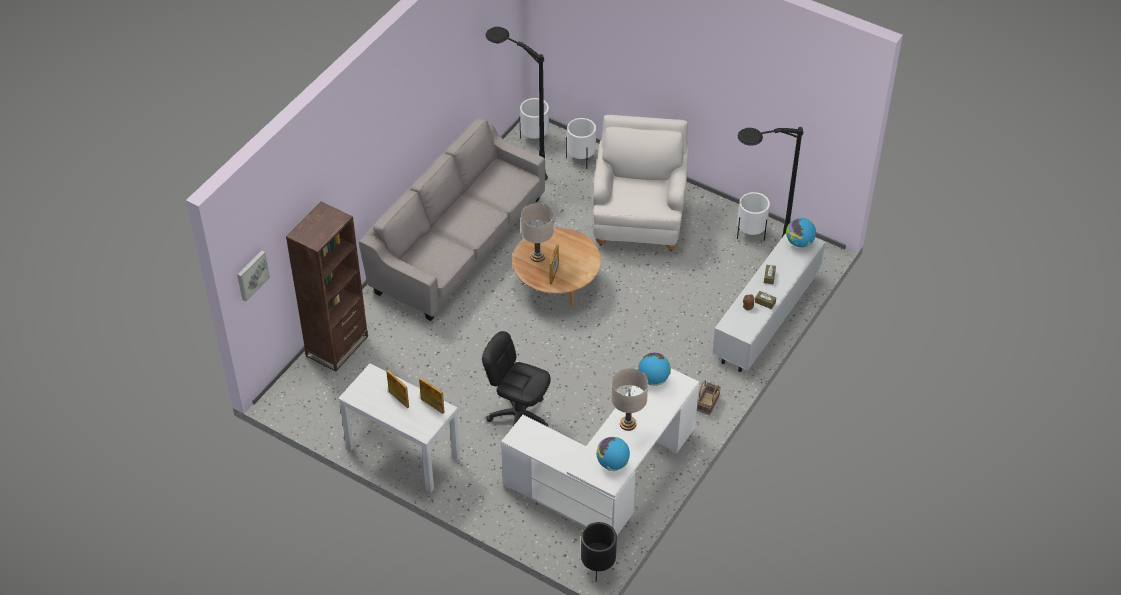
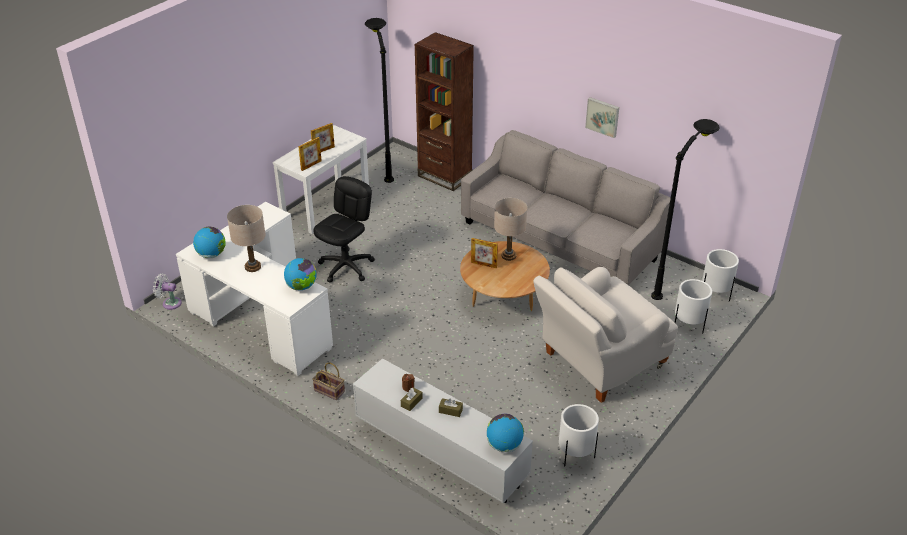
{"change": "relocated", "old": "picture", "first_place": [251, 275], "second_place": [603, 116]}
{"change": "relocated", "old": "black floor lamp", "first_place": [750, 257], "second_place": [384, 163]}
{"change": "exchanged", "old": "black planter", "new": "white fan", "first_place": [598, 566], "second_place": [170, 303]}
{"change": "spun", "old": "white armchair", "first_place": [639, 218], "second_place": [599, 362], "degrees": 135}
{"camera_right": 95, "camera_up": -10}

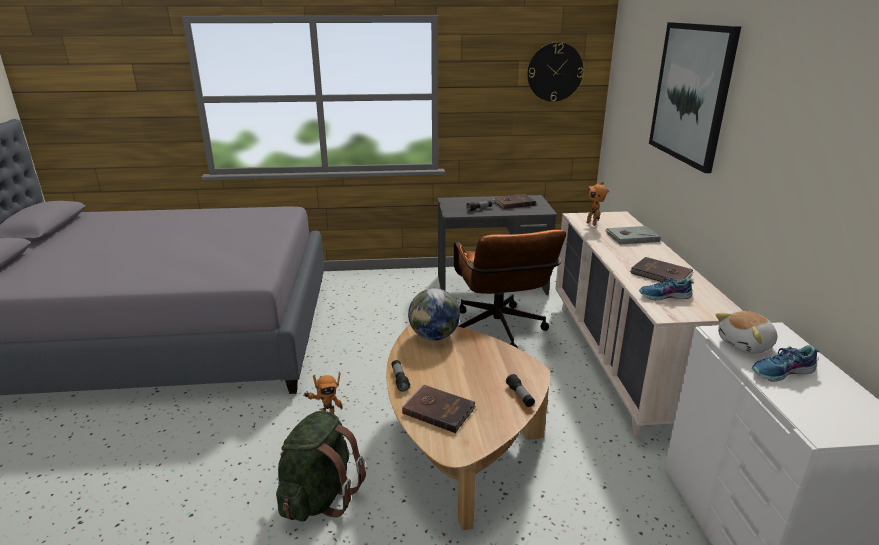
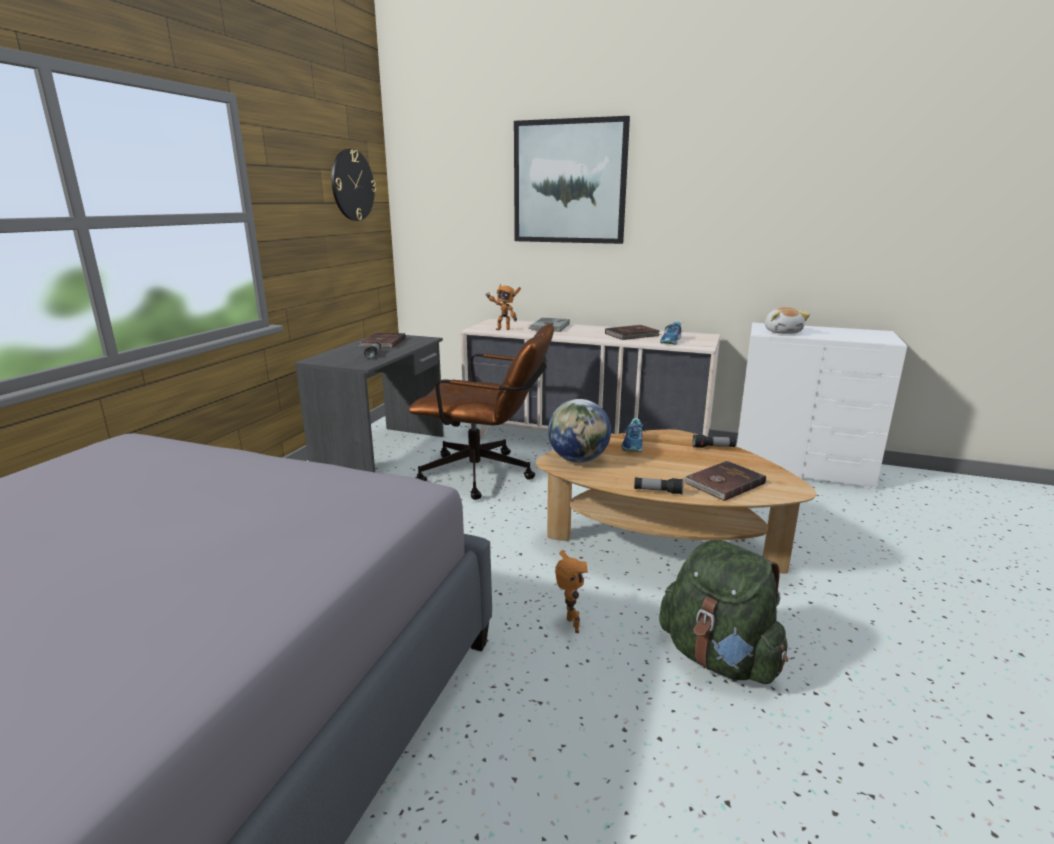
{"change": "relocated", "old": "shoe", "first_place": [782, 372], "second_place": [633, 444]}
{"camera_right": -65, "camera_up": -5}

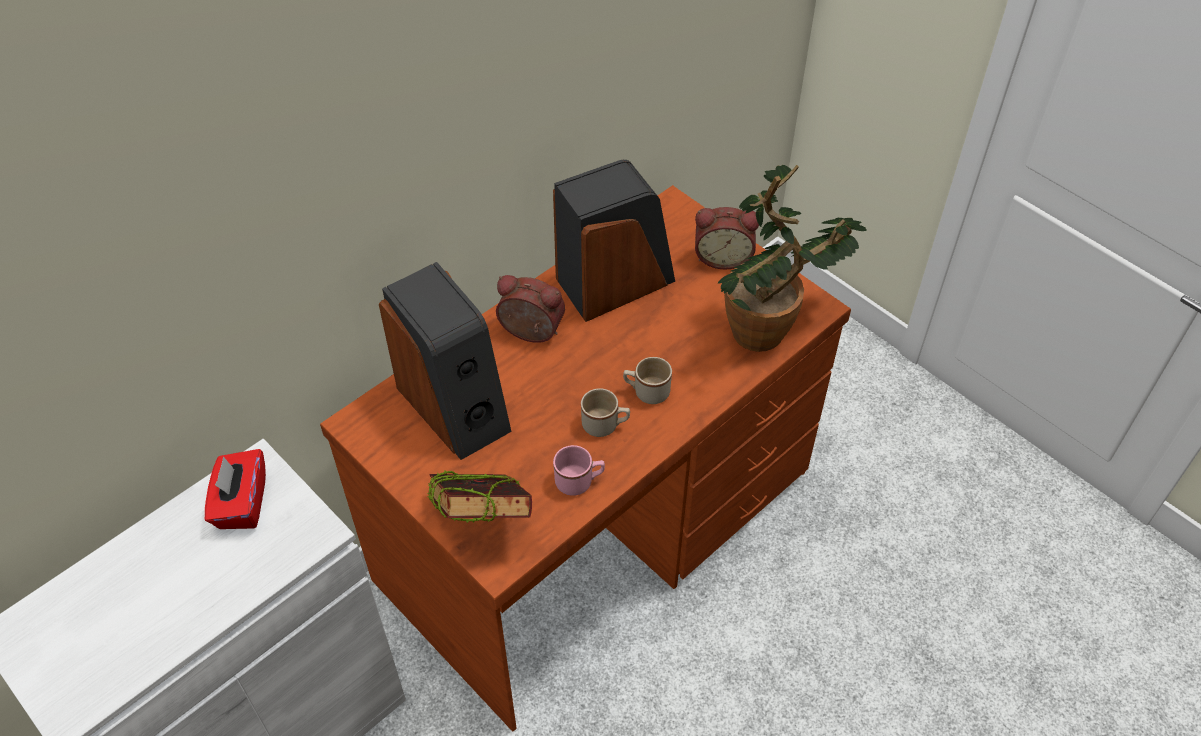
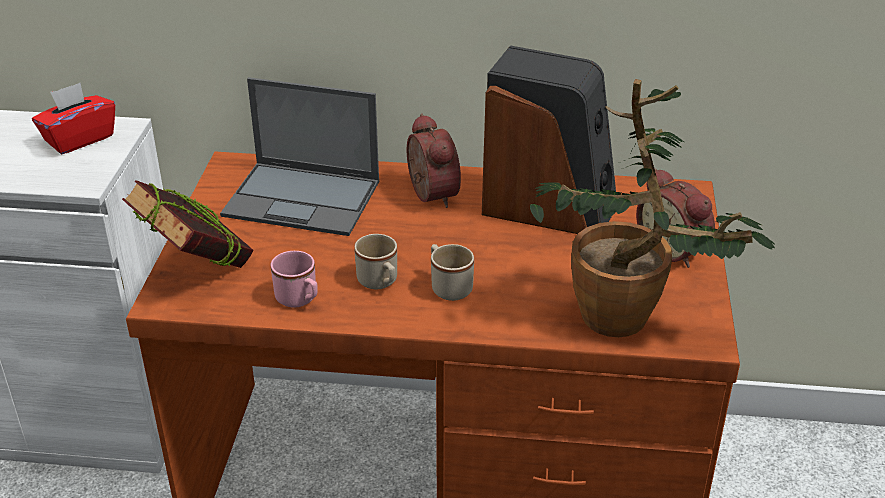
{"change": "exchanged", "old": "speaker", "new": "laptop", "first_place": [455, 406], "second_place": [304, 199]}
{"camera_right": 50, "camera_up": -15}

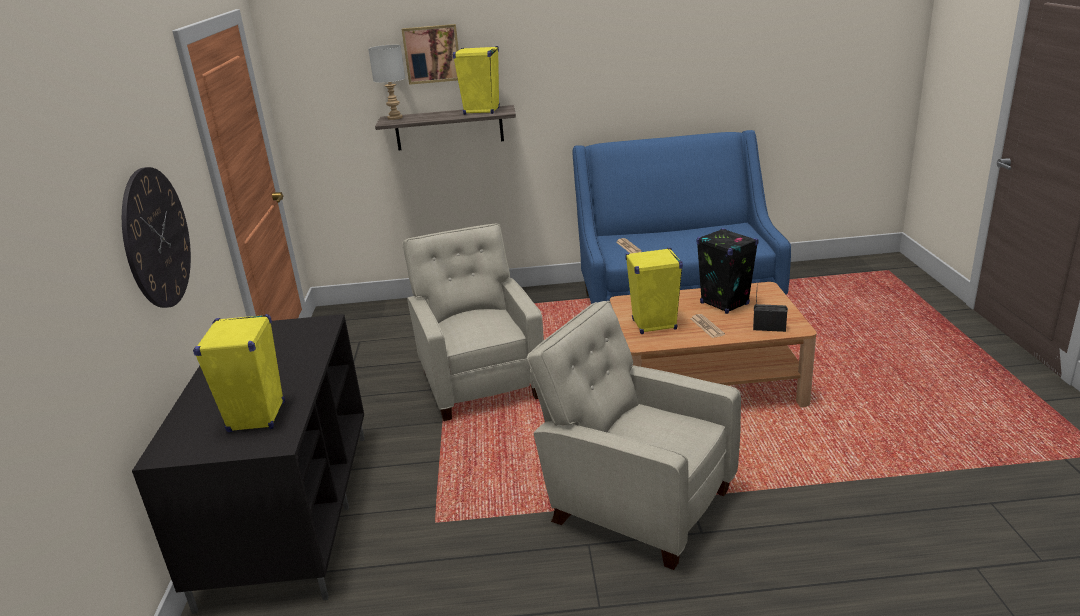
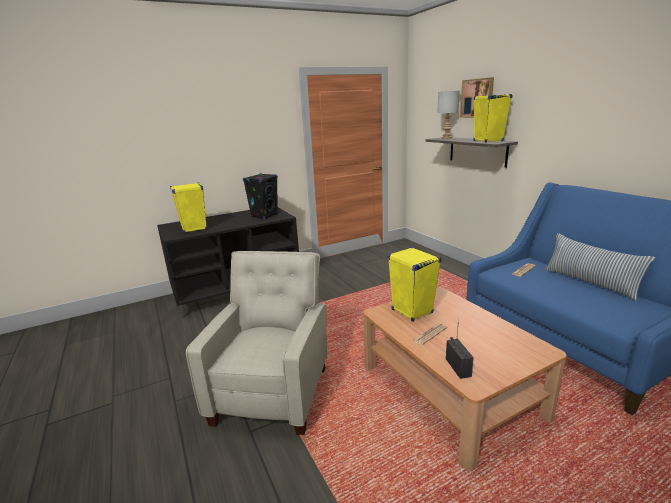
{"change": "missing", "old": "wall clock", "first_place": [156, 238]}
{"change": "missing", "old": "beige armchair", "first_place": [480, 381]}
{"change": "appeared", "new": "pillow", "second_place": [589, 282]}
{"change": "relocated", "old": "black speaker", "first_place": [724, 303], "second_place": [264, 216]}
{"camera_right": 65, "camera_up": -5}

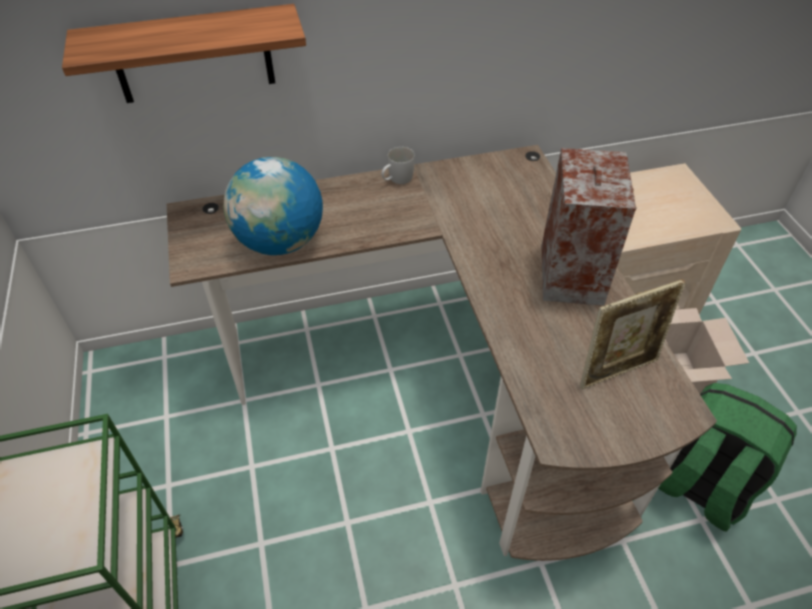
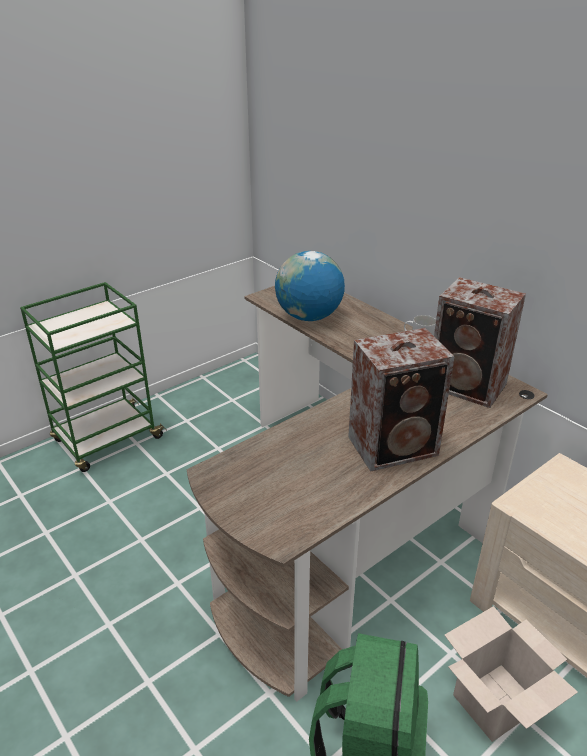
{"change": "missing", "old": "shelf", "first_place": [193, 55]}
{"change": "missing", "old": "picture frame", "first_place": [617, 370]}
{"change": "appeared", "new": "speaker", "second_place": [468, 387]}
{"camera_right": 65, "camera_up": -15}

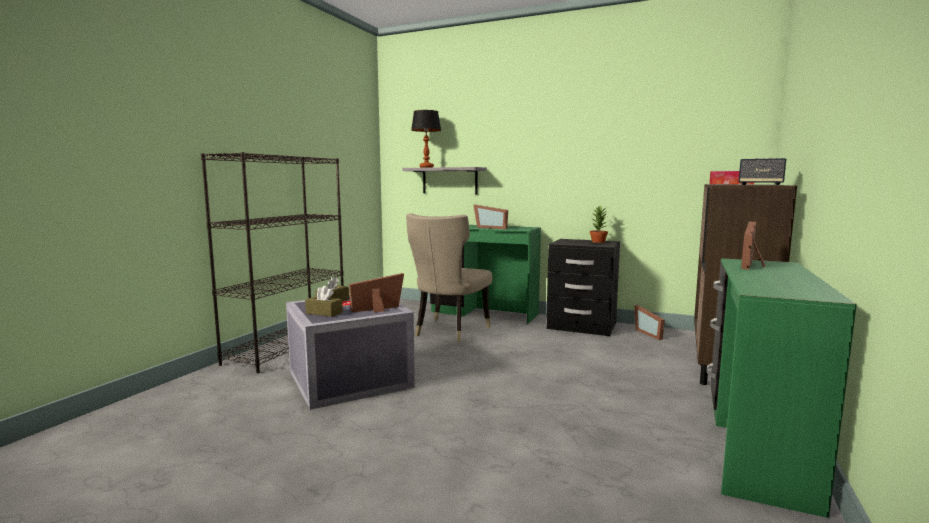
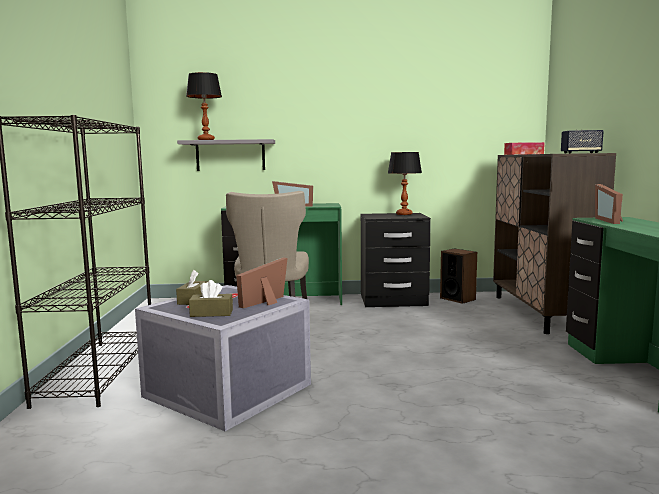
{"change": "exchanged", "old": "potted plant", "new": "table lamp", "first_place": [598, 242], "second_place": [404, 214]}
{"change": "exchanged", "old": "picture frame", "new": "speaker", "first_place": [650, 333], "second_place": [457, 299]}
{"camera_right": -25, "camera_up": 0}

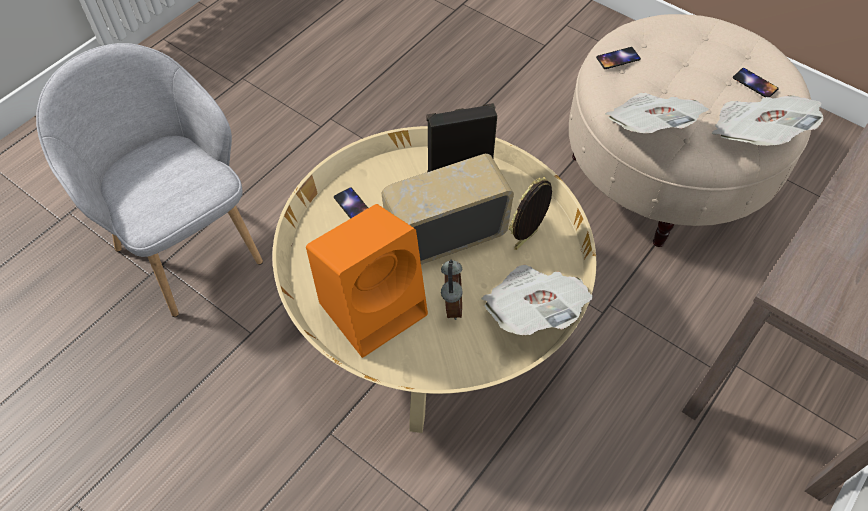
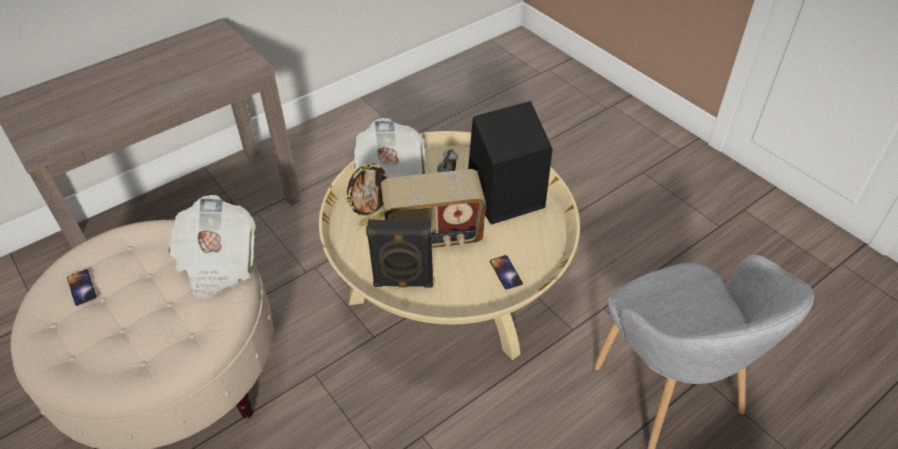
{"change": "missing", "old": "phone", "first_place": [618, 58]}
{"change": "missing", "old": "newspaper", "first_place": [755, 135]}
{"change": "colour", "old": "orange speaker", "new": "black speaker", "first_place": [375, 306], "second_place": [503, 198]}
{"camera_right": -165, "camera_up": -10}

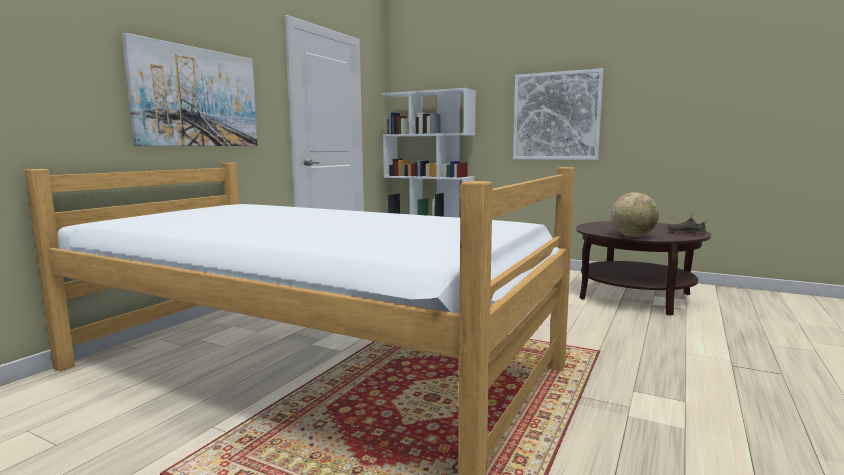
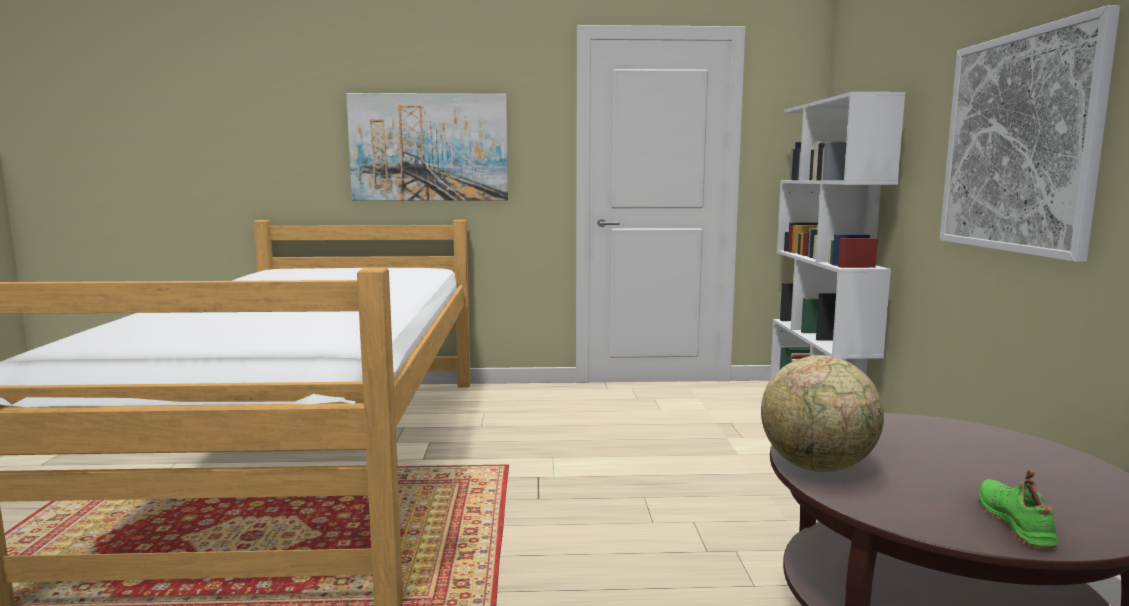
{"change": "colour", "old": "black shoe", "new": "green shoe", "first_place": [685, 232], "second_place": [1017, 523]}
{"camera_right": 60, "camera_up": 0}

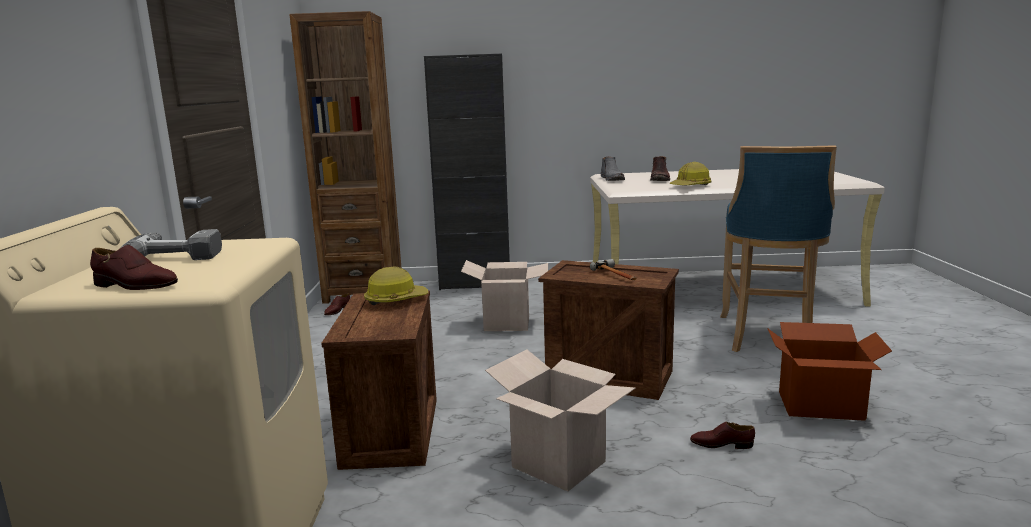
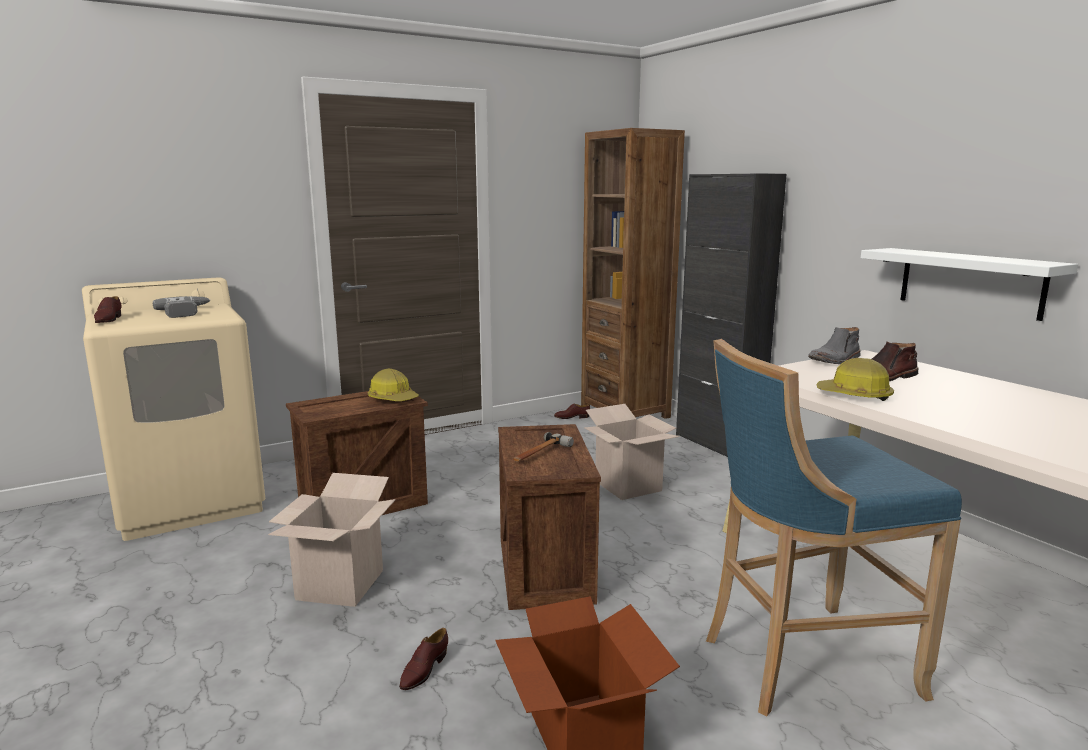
{"change": "appeared", "new": "white shelf", "second_place": [970, 282]}
{"change": "spun", "old": "brown shoe", "first_place": [721, 444], "second_place": [423, 670], "degrees": -135}
{"camera_right": 60, "camera_up": 0}

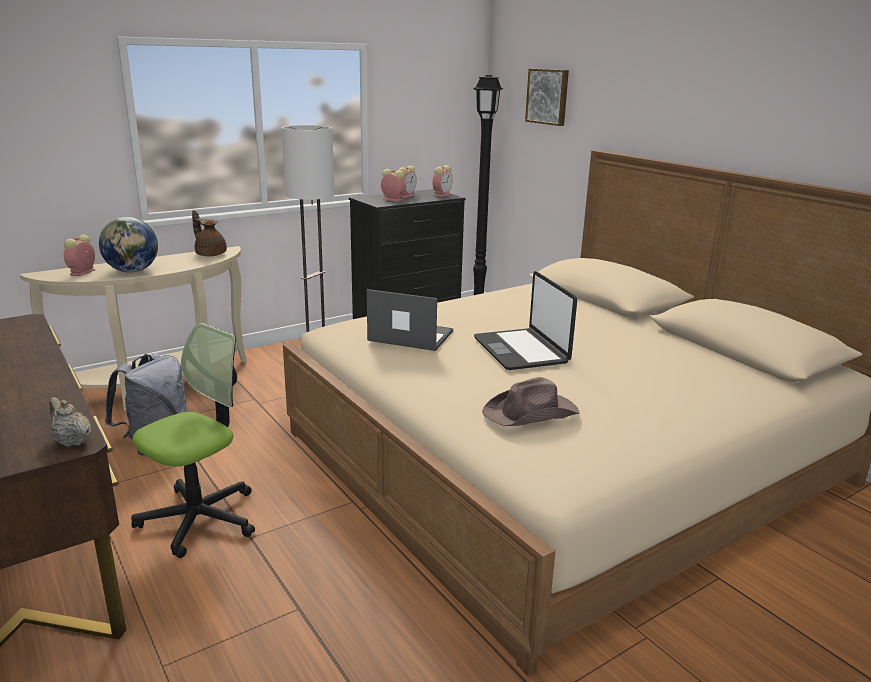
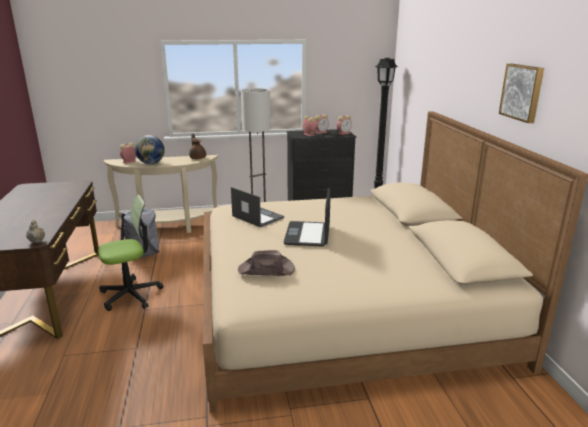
{"change": "relocated", "old": "picture", "first_place": [548, 96], "second_place": [522, 92]}
{"camera_right": 25, "camera_up": 0}

